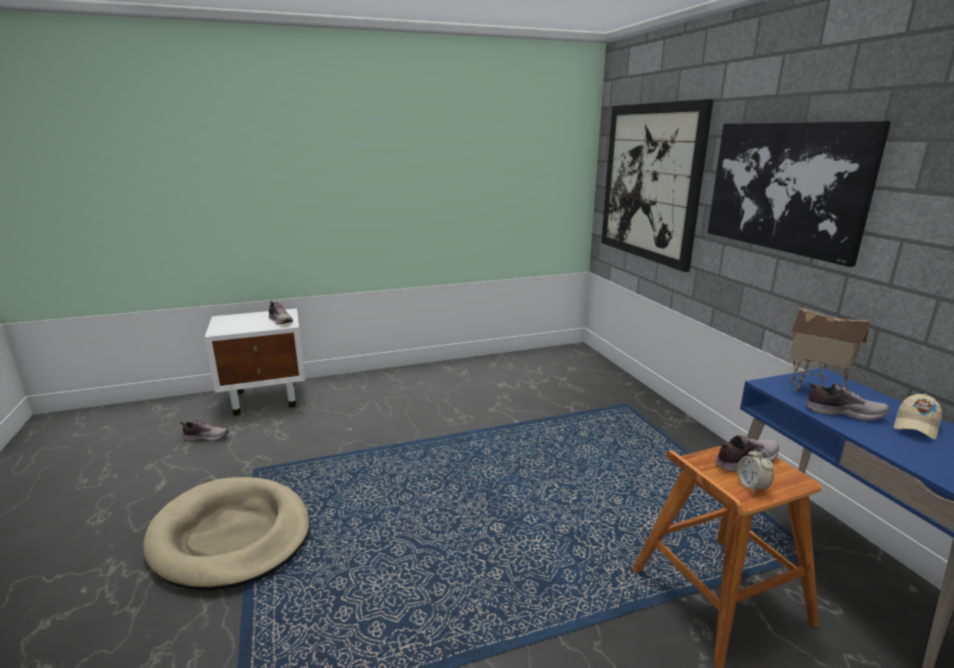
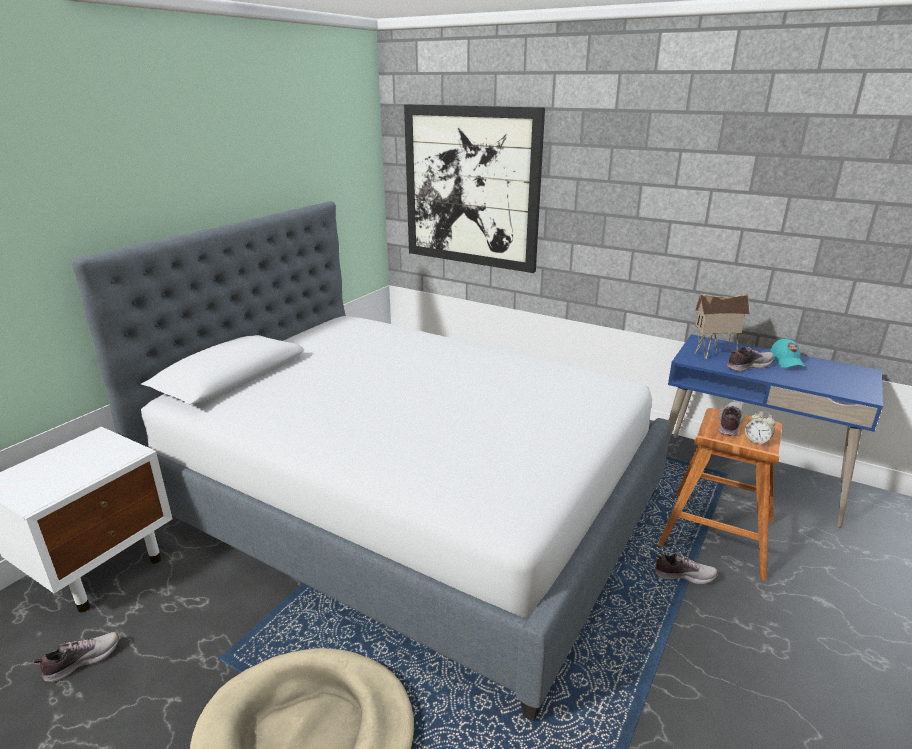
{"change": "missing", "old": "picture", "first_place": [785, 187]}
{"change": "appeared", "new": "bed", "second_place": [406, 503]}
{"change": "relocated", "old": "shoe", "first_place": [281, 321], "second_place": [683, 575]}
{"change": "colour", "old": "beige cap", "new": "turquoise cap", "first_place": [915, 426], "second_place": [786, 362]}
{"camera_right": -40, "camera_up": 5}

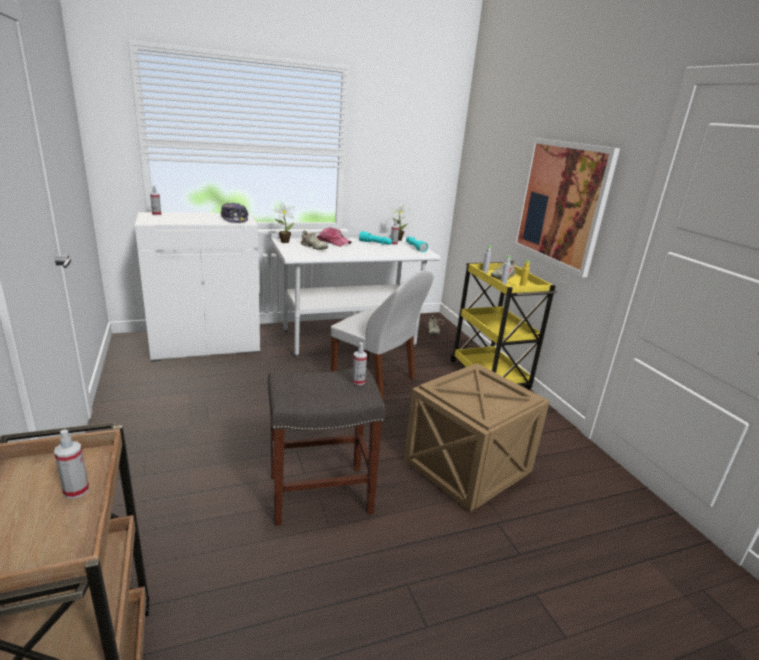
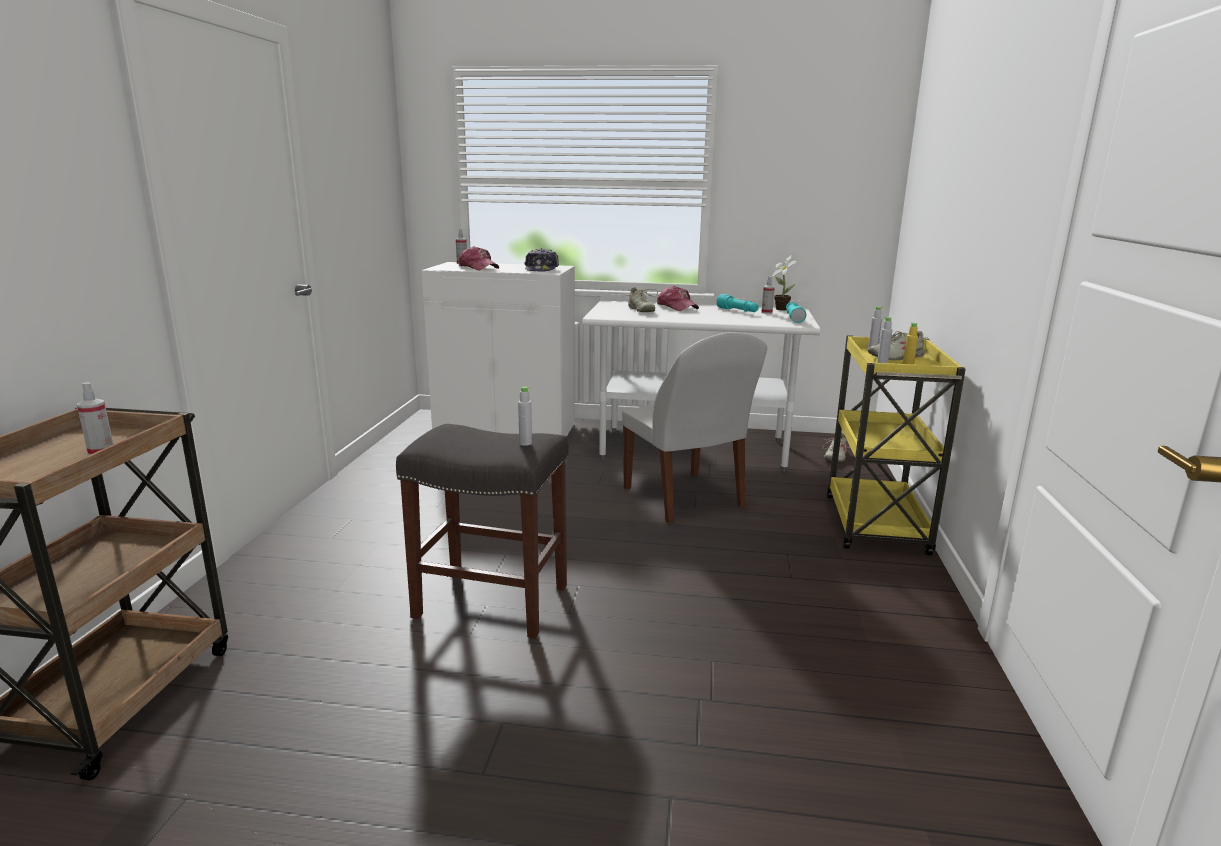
{"change": "missing", "old": "potted plant", "first_place": [283, 241]}
{"change": "missing", "old": "crate", "first_place": [468, 467]}
{"change": "missing", "old": "picture", "first_place": [561, 204]}
{"change": "appeared", "new": "cap", "second_place": [478, 268]}
{"change": "exchanged", "old": "spray bottle", "new": "grey bottle", "first_place": [358, 381], "second_place": [525, 443]}
{"camera_right": 30, "camera_up": -5}

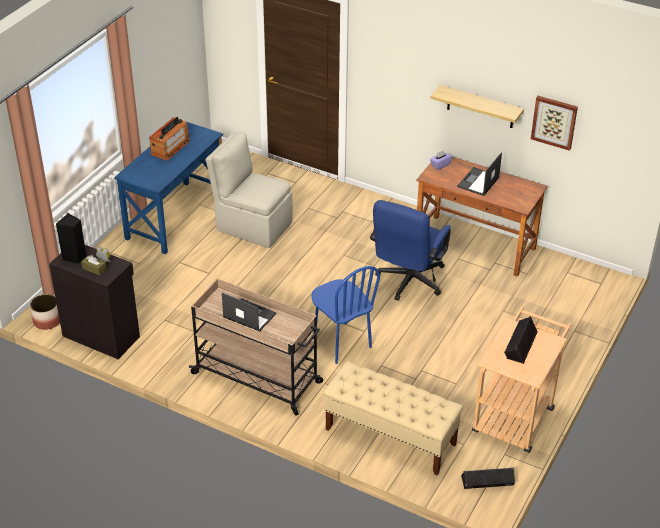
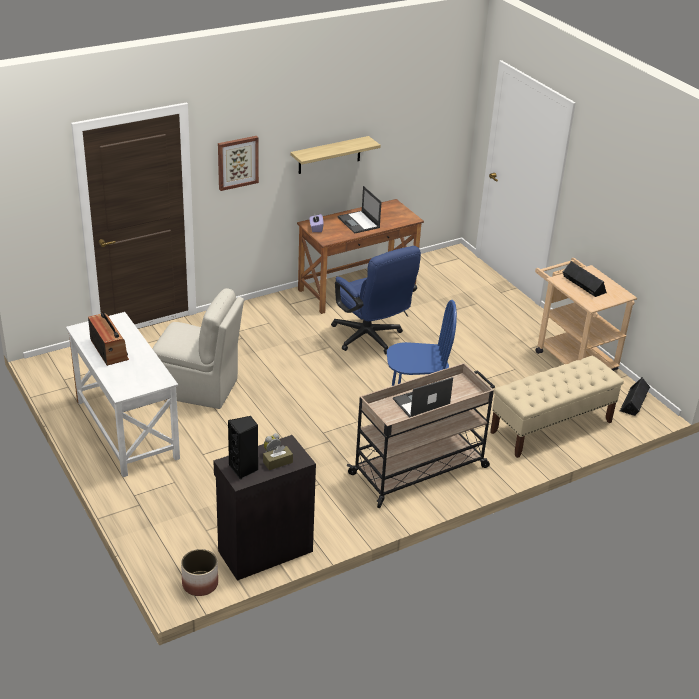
{"change": "relocated", "old": "picture", "first_place": [554, 122], "second_place": [237, 162]}
{"change": "colour", "old": "blue desk", "new": "white desk", "first_place": [175, 217], "second_place": [126, 429]}
{"change": "spun", "old": "beige chair", "first_place": [252, 226], "second_place": [198, 388], "degrees": -135}
{"camera_right": -60, "camera_up": -5}

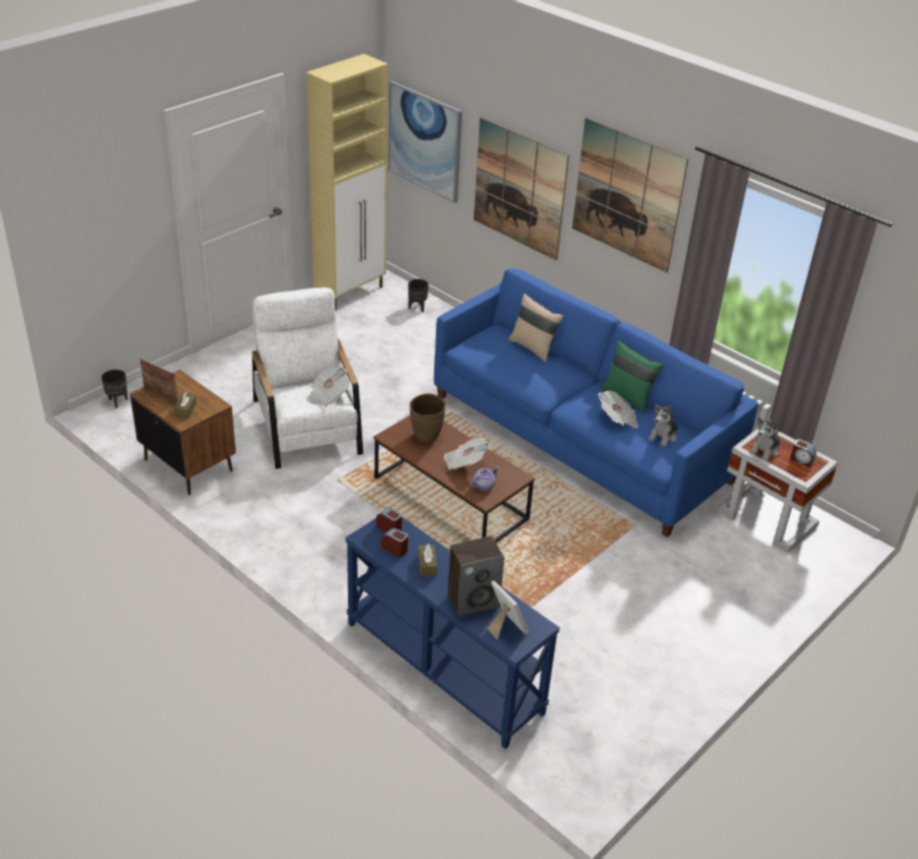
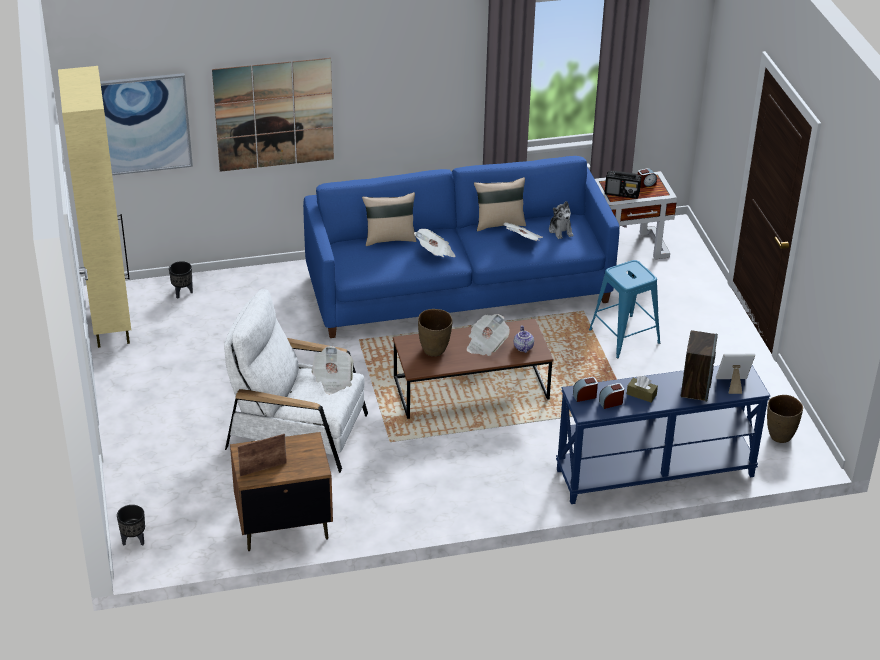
{"change": "missing", "old": "brown tissue box", "first_place": [185, 410]}
{"change": "missing", "old": "picture", "first_place": [627, 195]}
{"change": "appeared", "new": "newspaper", "second_place": [435, 253]}
{"change": "appeared", "new": "blue stool", "second_place": [624, 336]}
{"change": "appeared", "new": "brown vase", "second_place": [779, 436]}
{"change": "exchanged", "old": "plush toy", "new": "radio", "first_place": [765, 450], "second_place": [622, 193]}
{"change": "colour", "old": "green pillow", "new": "beige pillow", "first_place": [628, 397], "second_place": [499, 223]}
{"camera_right": -55, "camera_up": 0}

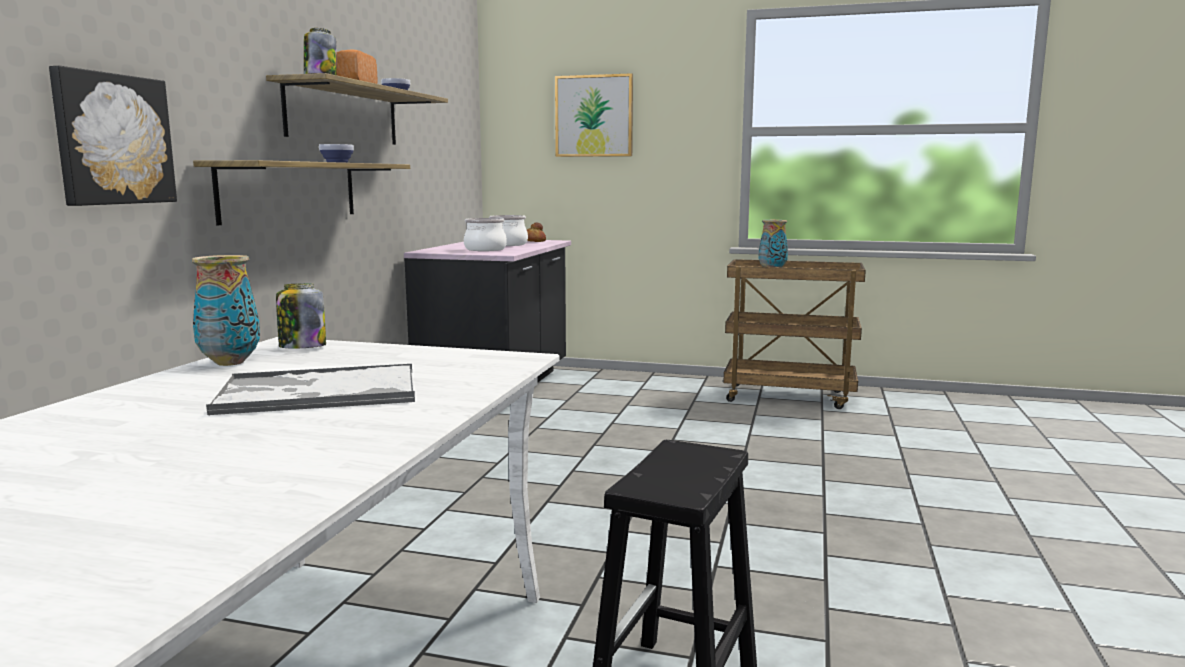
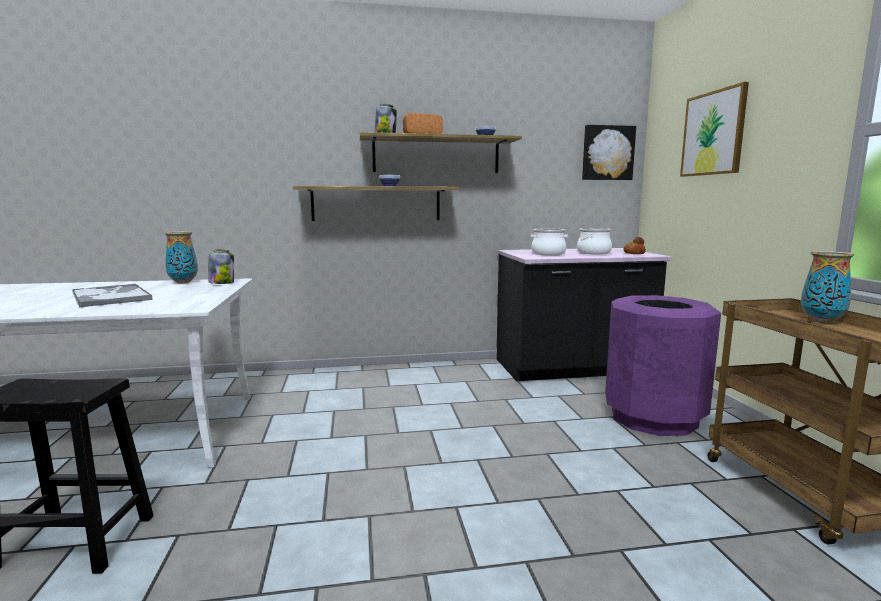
{"change": "appeared", "new": "purple trash can", "second_place": [653, 418]}
{"change": "relocated", "old": "picture", "first_place": [112, 139], "second_place": [607, 153]}
{"camera_right": 65, "camera_up": 0}

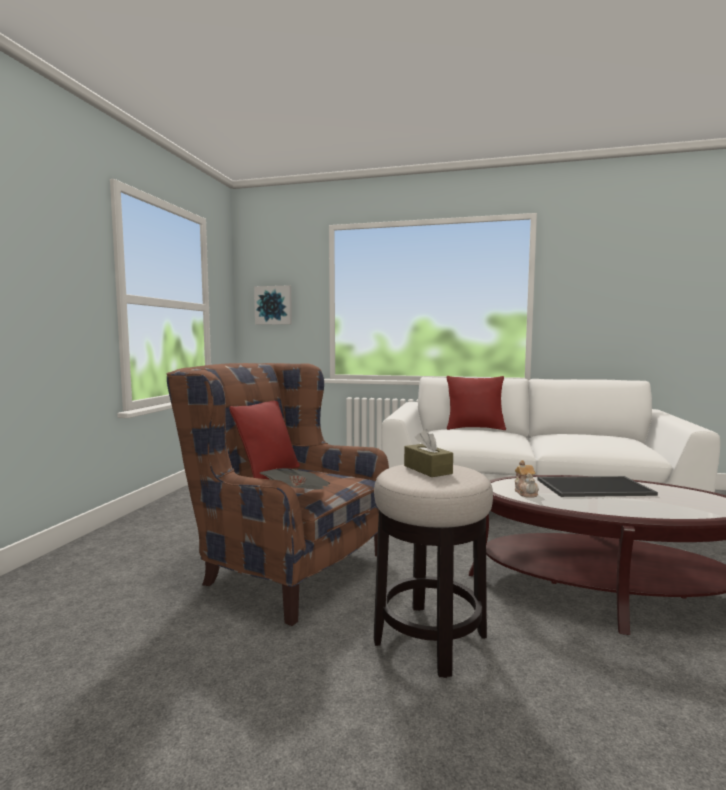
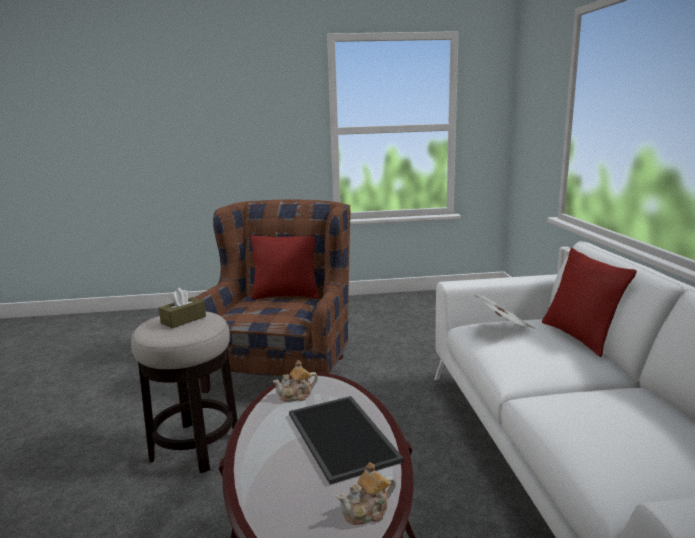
{"change": "missing", "old": "picture", "first_place": [273, 305]}
{"change": "appeared", "new": "teapot", "second_place": [367, 512]}
{"change": "relocated", "old": "newspaper", "first_place": [298, 499], "second_place": [502, 327]}
{"camera_right": 70, "camera_up": 10}

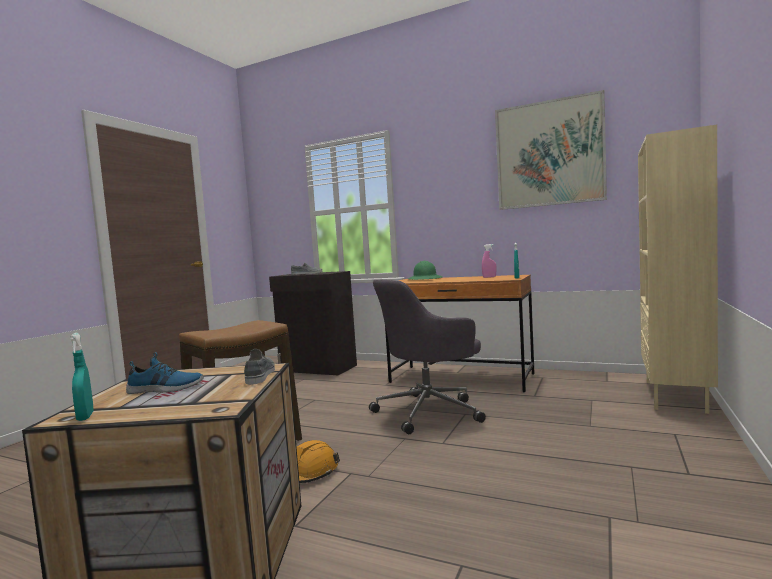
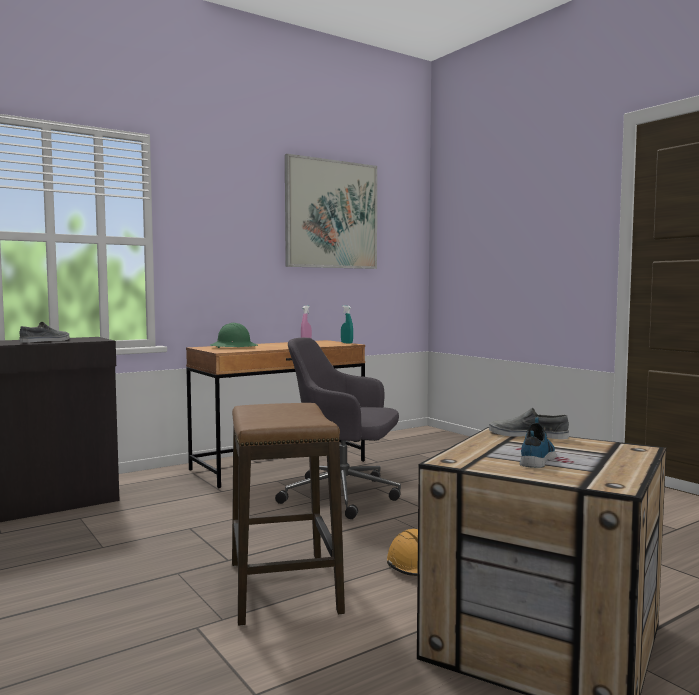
{"change": "missing", "old": "turquoise spray bottle", "first_place": [85, 417]}
{"change": "missing", "old": "beige bookcase", "first_place": [676, 396]}
{"change": "spun", "old": "grey office chair", "first_place": [429, 411], "second_place": [344, 495], "degrees": 105}
{"camera_right": -60, "camera_up": 0}

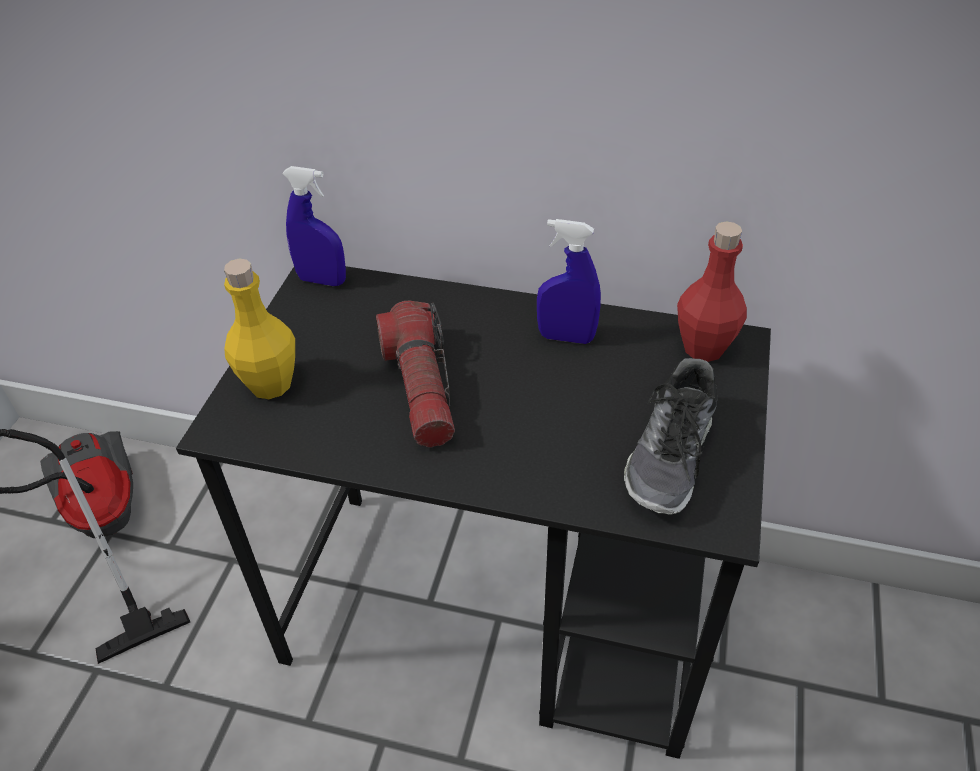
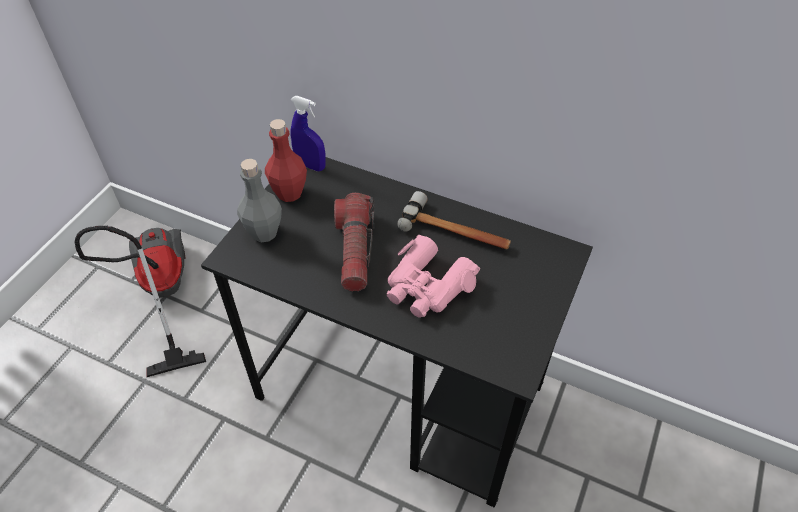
{"change": "missing", "old": "shoe", "first_place": [671, 456]}
{"change": "appeared", "new": "pink binoculars", "second_place": [427, 286]}
{"change": "relocated", "old": "red bottle", "first_place": [703, 348], "second_place": [289, 193]}
{"change": "exchanged", "old": "blue spray bottle", "new": "hammer", "first_place": [566, 337], "second_place": [456, 231]}
{"change": "colour", "old": "yellow bottle", "new": "grey bottle", "first_place": [270, 384], "second_place": [264, 232]}
{"camera_right": 10, "camera_up": 5}

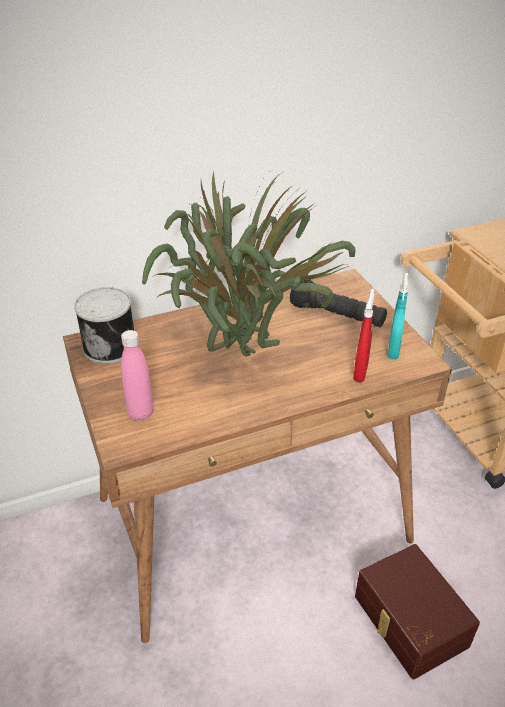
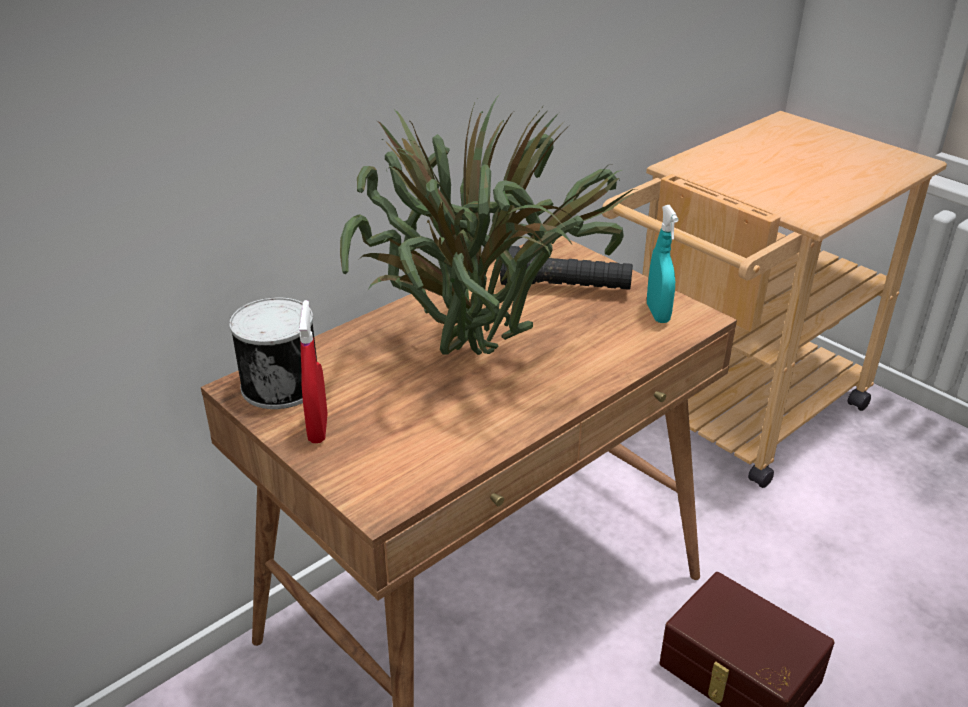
{"change": "missing", "old": "pink bottle", "first_place": [140, 413]}
{"change": "relocated", "old": "red spray bottle", "first_place": [360, 372], "second_place": [318, 428]}
{"camera_right": -20, "camera_up": -5}

